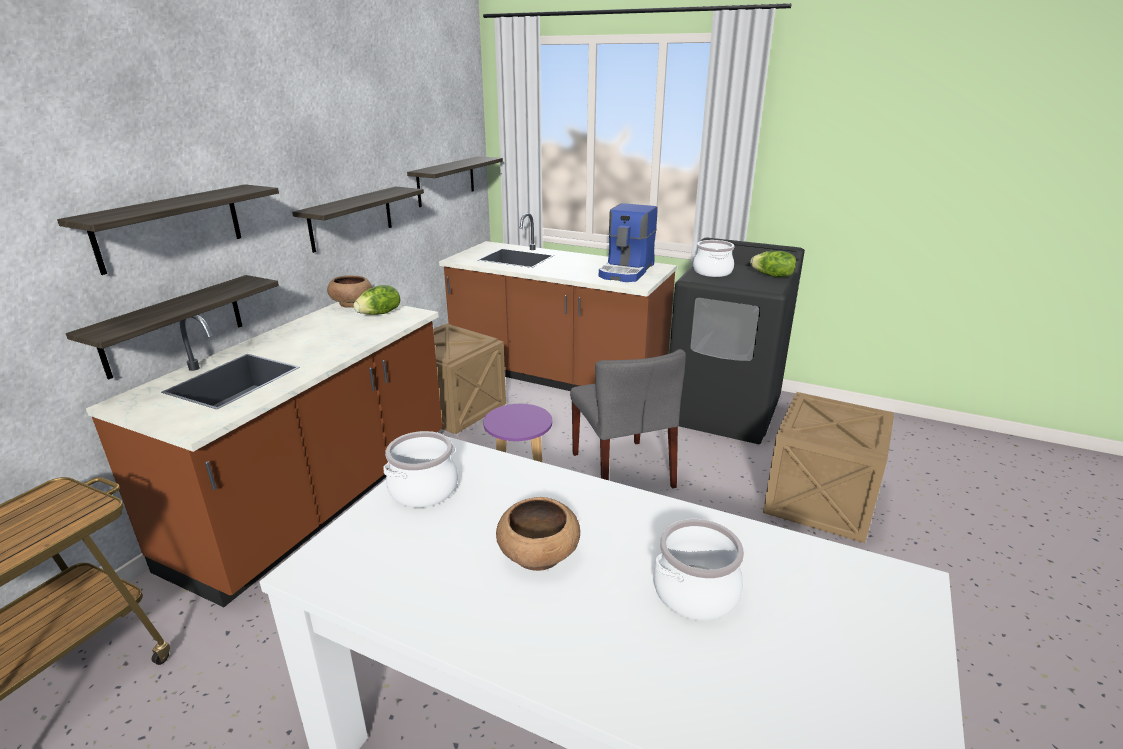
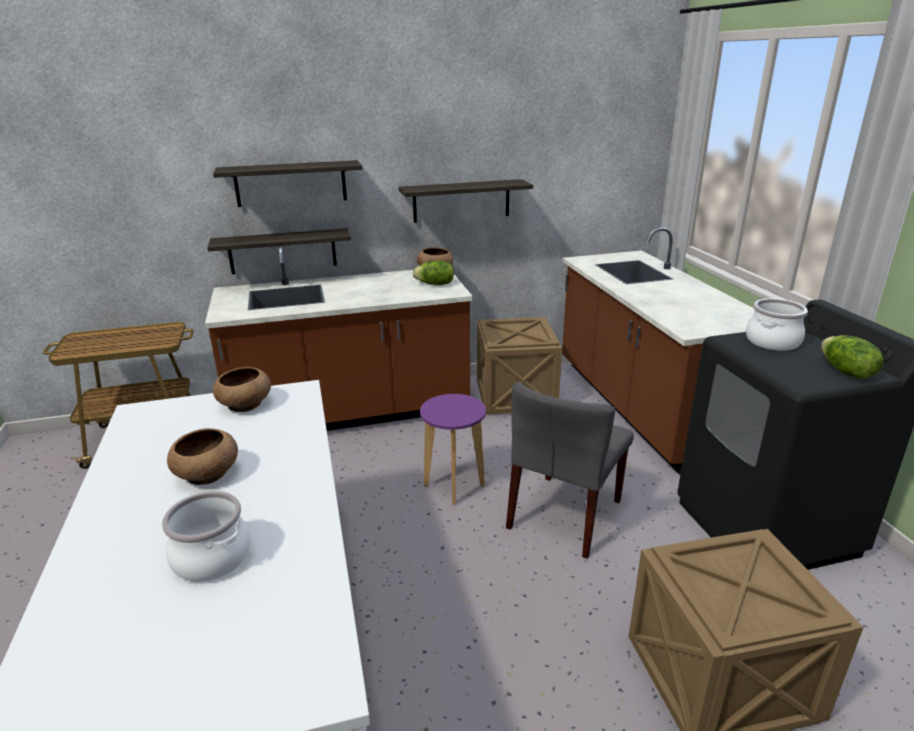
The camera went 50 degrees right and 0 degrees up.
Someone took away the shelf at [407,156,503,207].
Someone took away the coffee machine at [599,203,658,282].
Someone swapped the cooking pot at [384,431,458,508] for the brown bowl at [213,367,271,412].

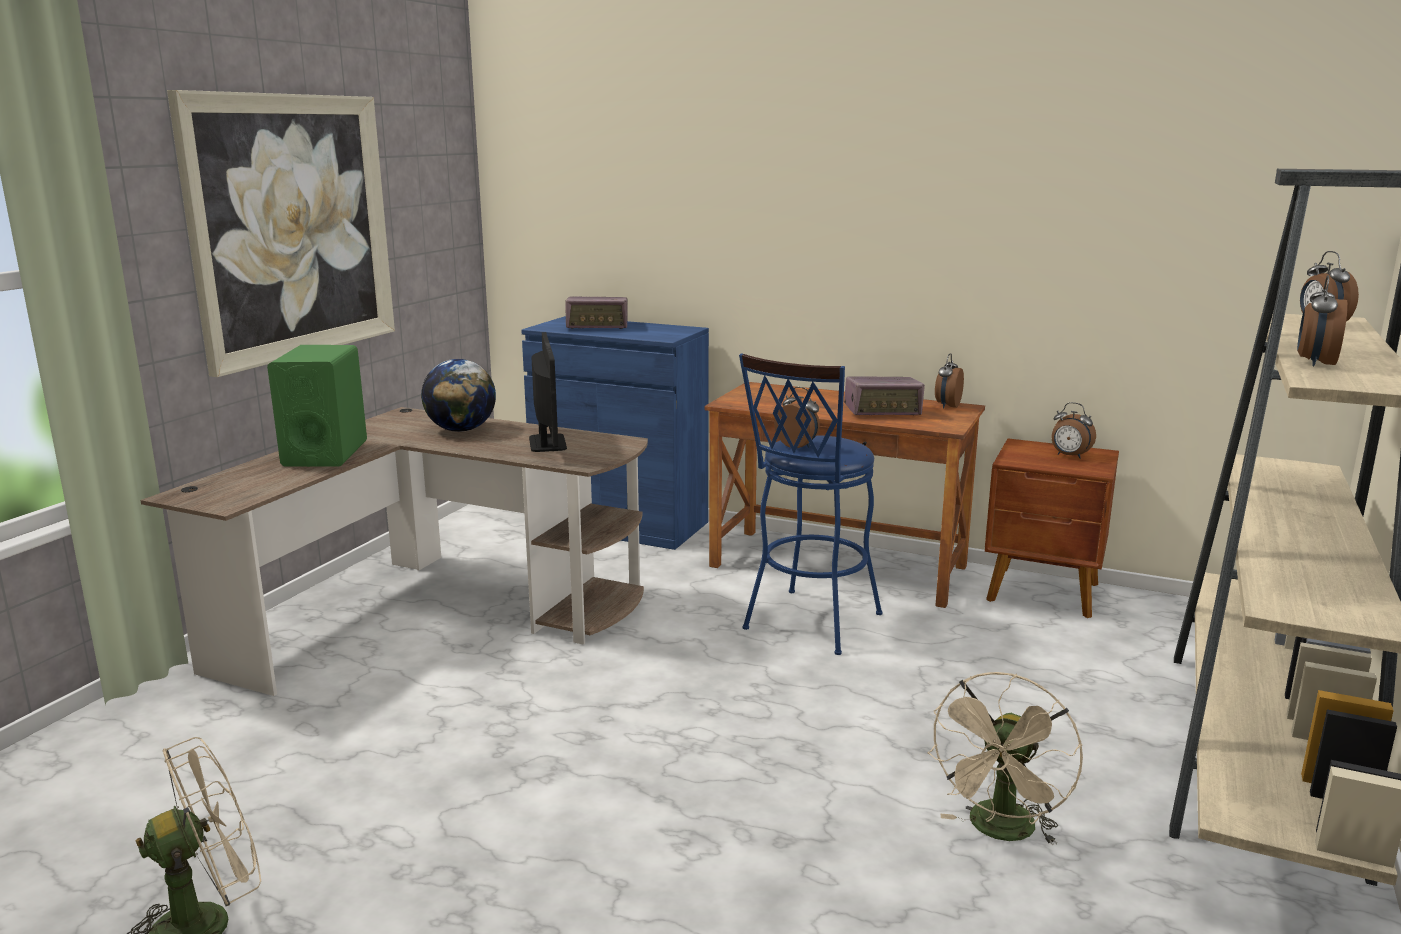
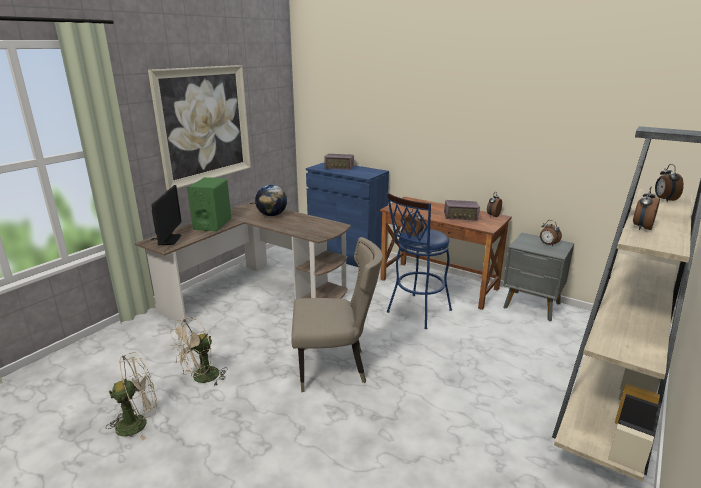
The camera went 10 degrees right and 5 degrees up.
Someone put down the beige chair at [291,237,383,392].
Someone carried the monitor from [529,332,567,452] to [151,185,182,245].
Someone carried the beige fan from [927,672,1083,845] to [170,317,228,386].
Someone repainted the brown nightstand at [985,439,1119,618], which became the grey nightstand at [503,233,574,321].

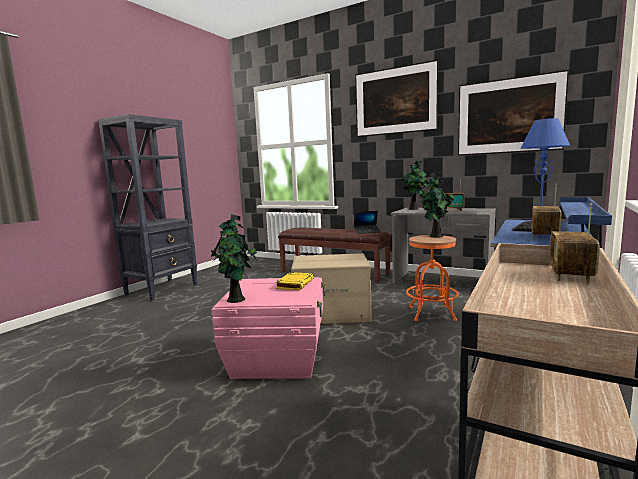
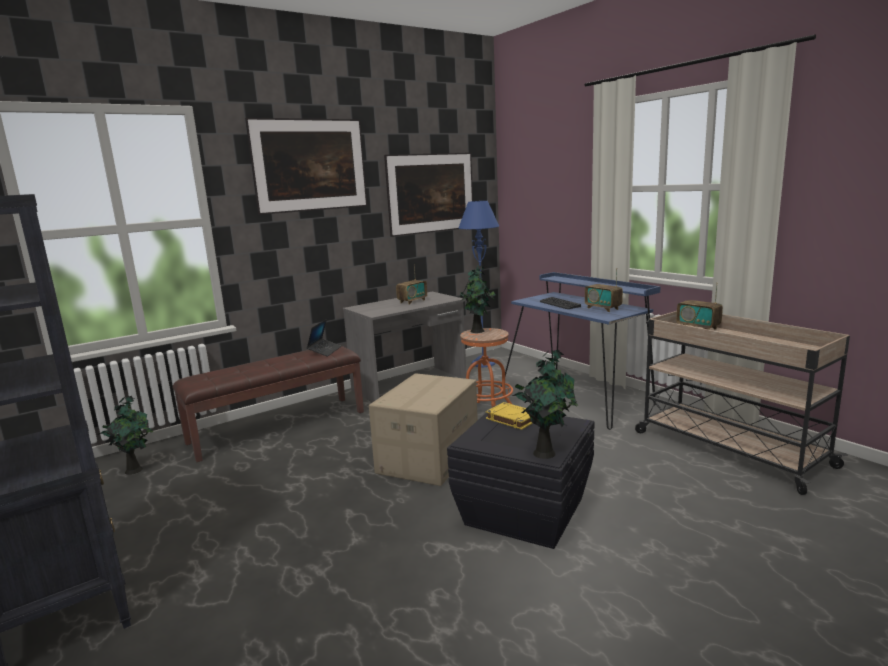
The camera went 65 degrees left and 5 degrees up.
Someone carried the potted plant from [400,160,429,210] to [99,396,153,475].
Someone repainted the pink storage box at [212,277,325,379], which became the black storage box at [447,406,594,549].

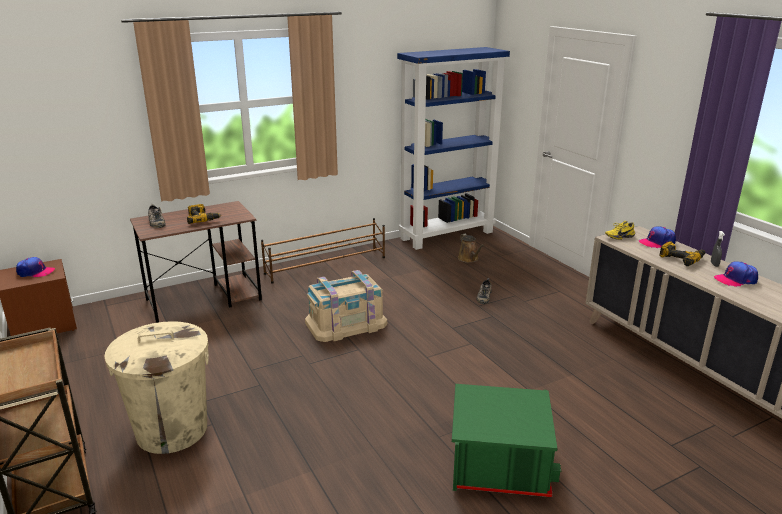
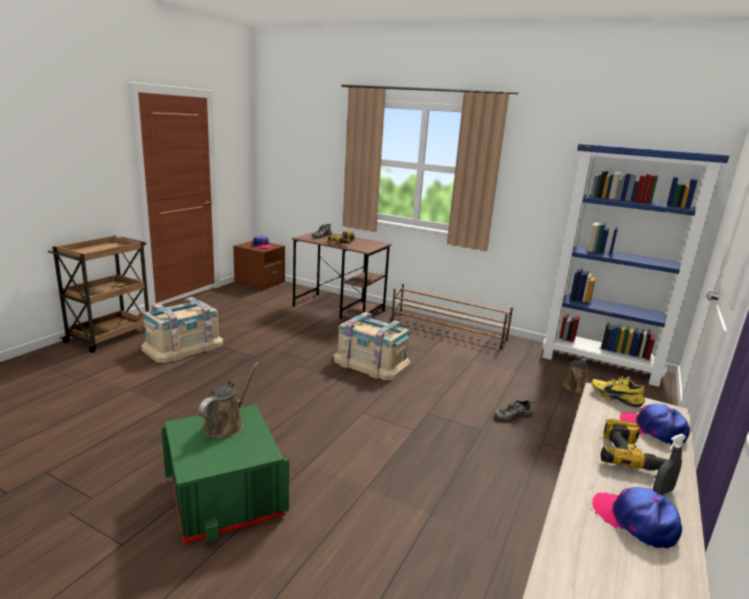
The camera went 55 degrees right and 5 degrees down.
Someone put down the brown watering can at [199,362,259,438].
Someone swapped the beige trash can at [105,321,209,454] for the beige storage box at [141,297,223,363].

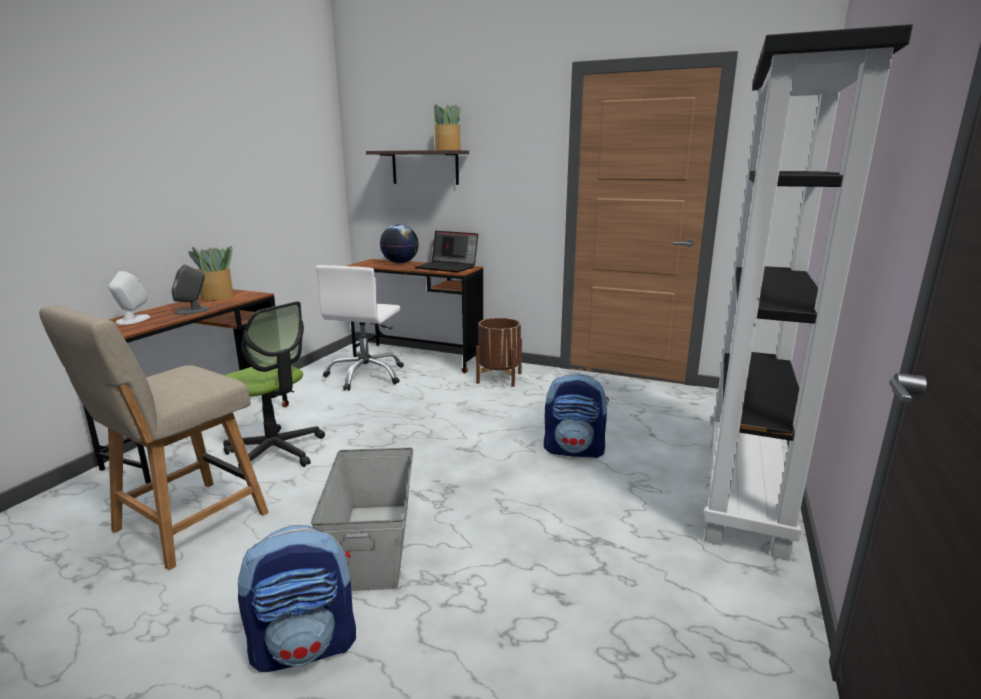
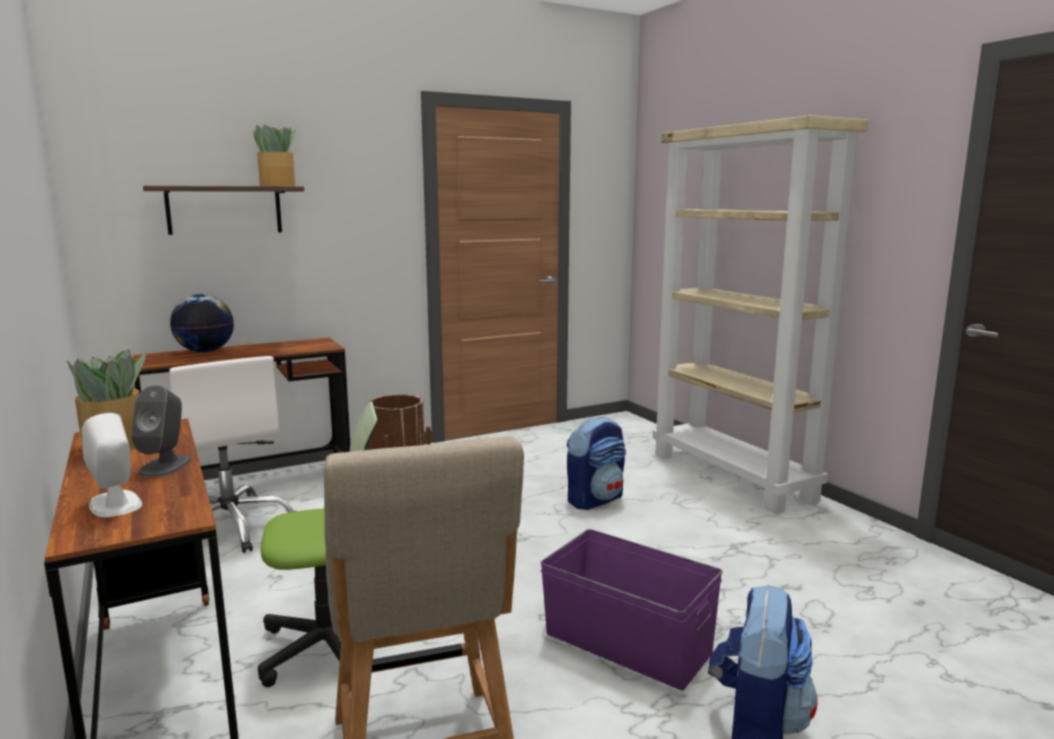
The camera went 50 degrees left and 5 degrees down.
Someone took away the laptop at [415,231,478,272].
Someone repainted the grey storage box at [311,448,413,591], which became the purple storage box at [540,529,723,690].
Someone repainted the black bookcase at [704,24,913,561], which became the beige bookcase at [652,115,869,514].

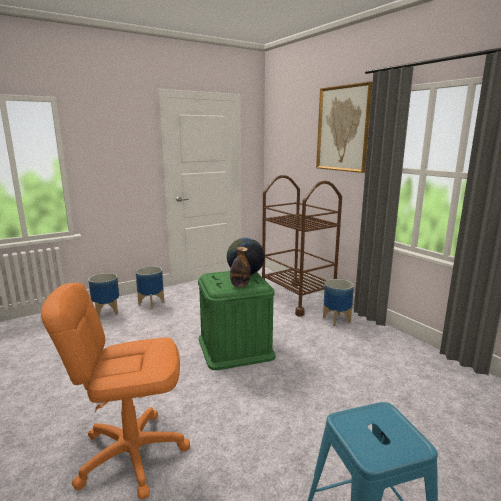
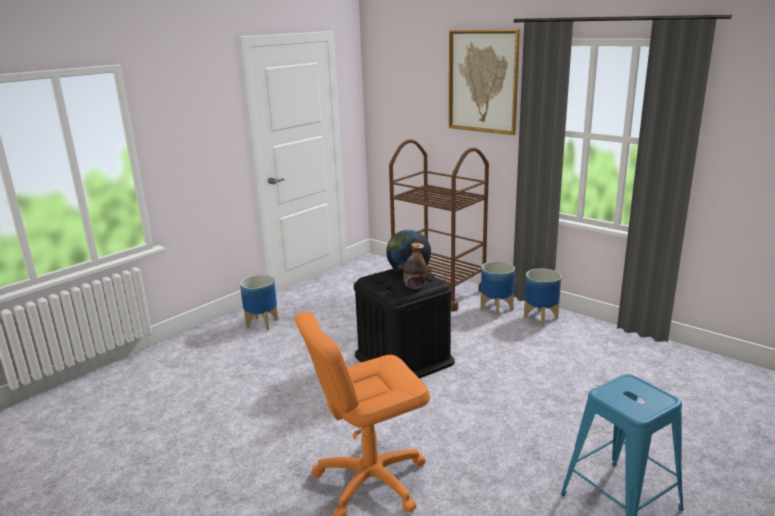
The camera went 15 degrees left and 5 degrees up.
Someone carried the planter from [88,273,119,317] to [524,269,561,326].
Someone repainted the green storage box at [198,271,276,370], which became the black storage box at [354,269,454,379].

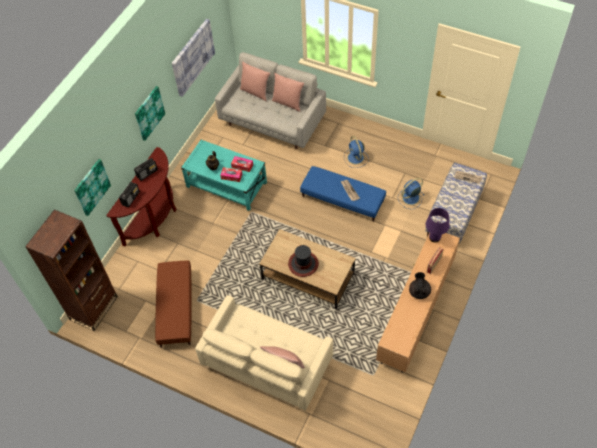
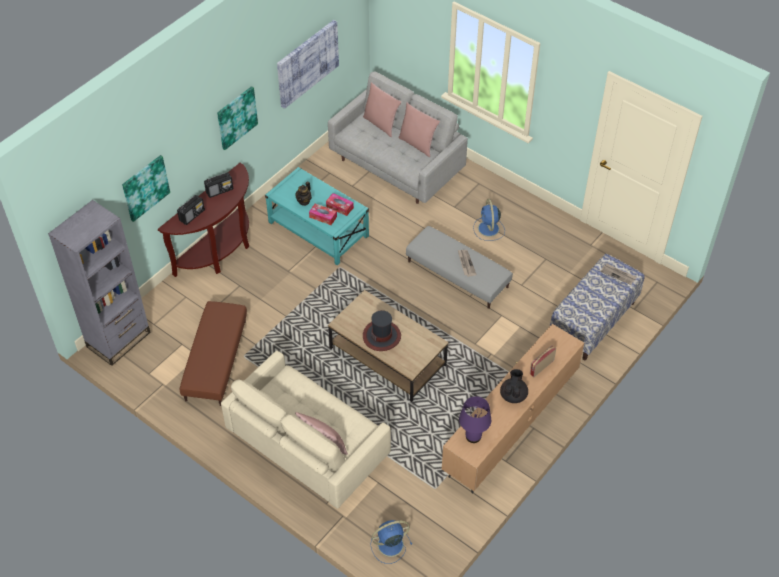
The camera went 10 degrees right and 5 degrees down.
Someone carried the blue fan from [398,178,424,209] to [370,520,412,564].
Someone carried the purple table lamp from [426,208,449,242] to [459,396,491,443].
Someone repainted the brown bookcase at [25,209,118,331], which became the grey bookcase at [48,200,151,366].
Someone repainted the blue ottoman at [300,166,386,222], which became the grey ottoman at [406,226,513,309].

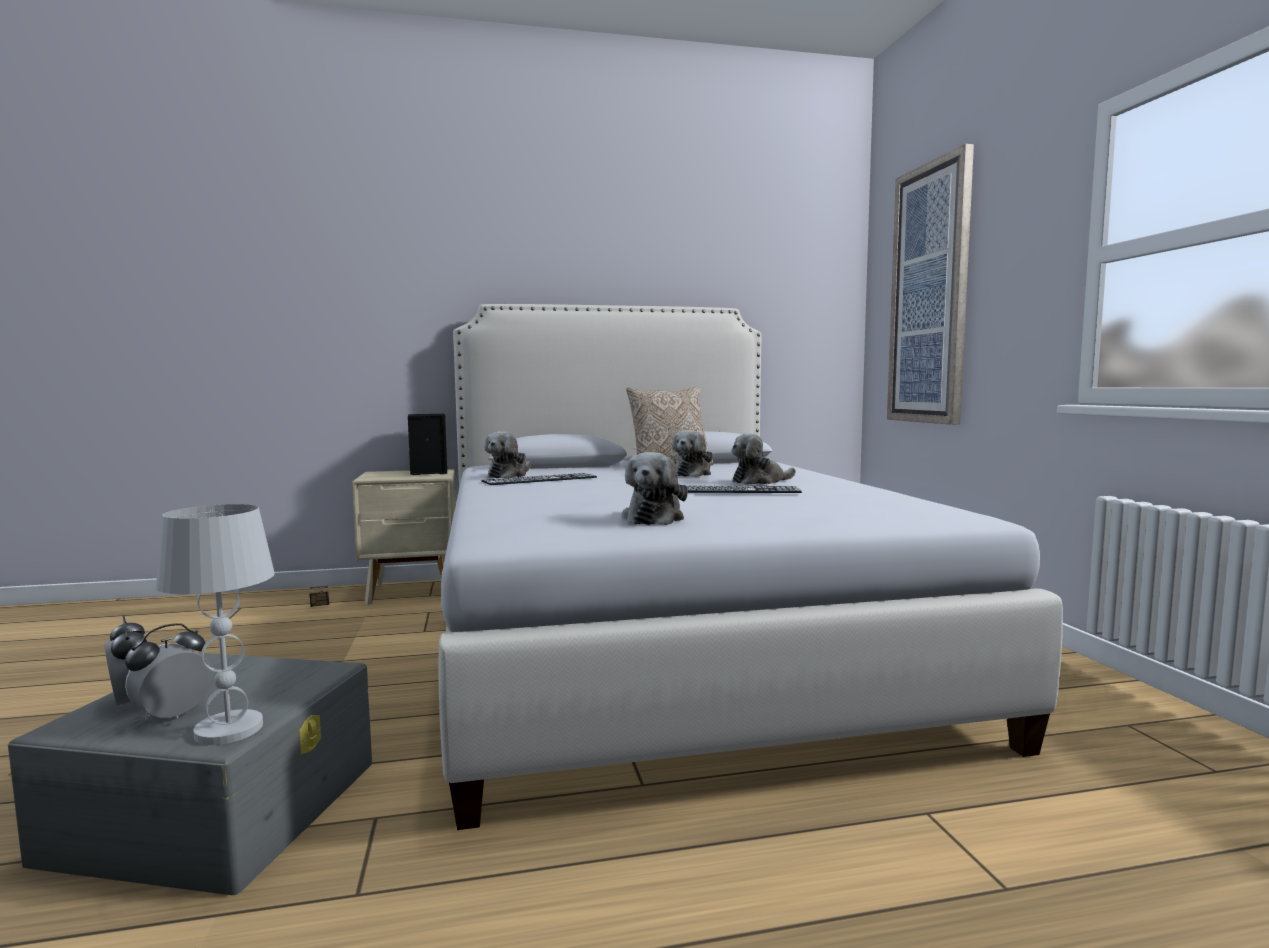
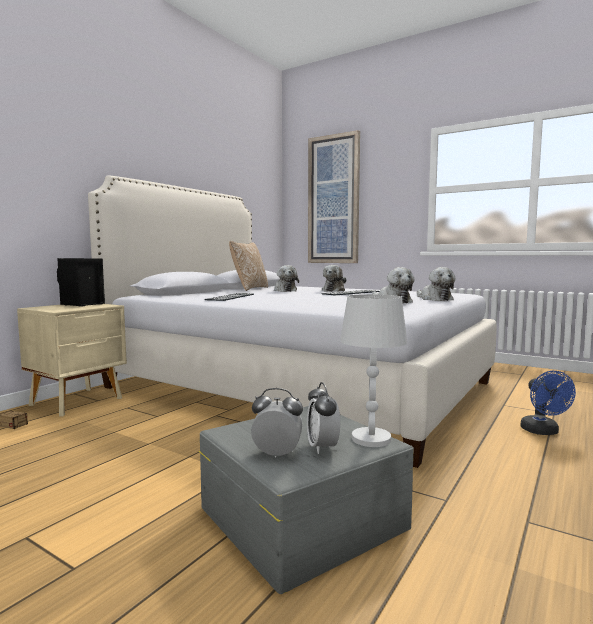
The camera went 45 degrees left and 0 degrees up.
Someone put down the blue fan at [520,371,576,435].
Someone carried the plush toy from [484,431,530,478] to [417,267,455,301].

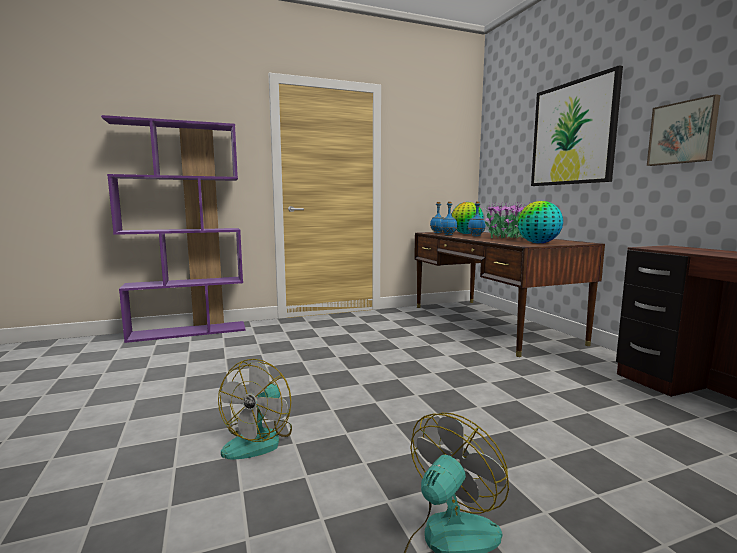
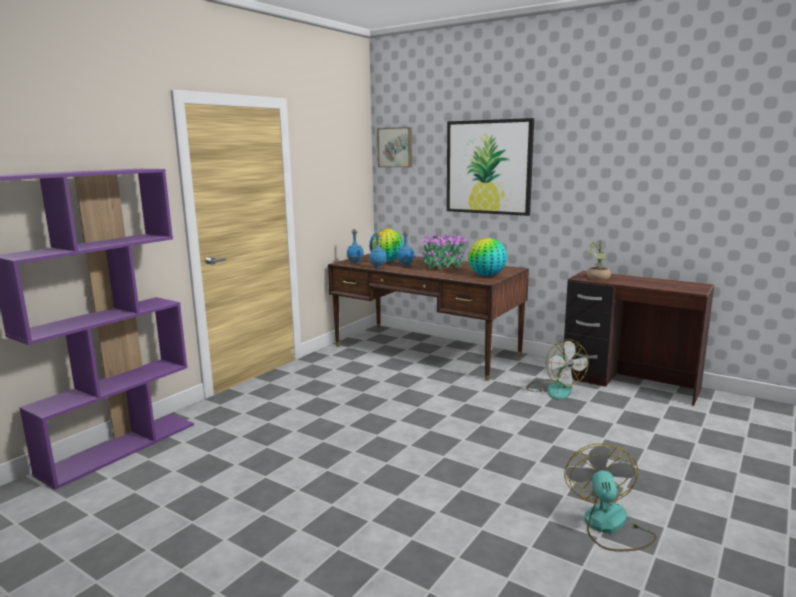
The camera went 35 degrees left and 5 degrees up.
Someone put down the potted plant at [587,239,611,280].
Someone carried the fan from [218,359,292,459] to [527,339,589,399].
Someone carried the picture from [647,94,721,166] to [377,127,412,167].

